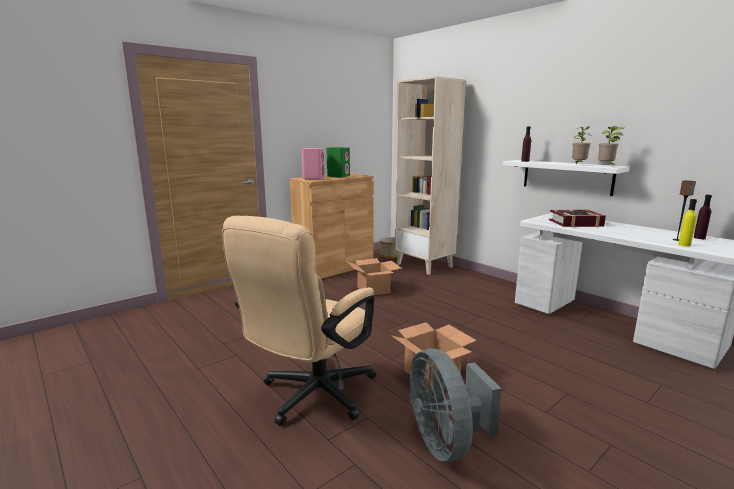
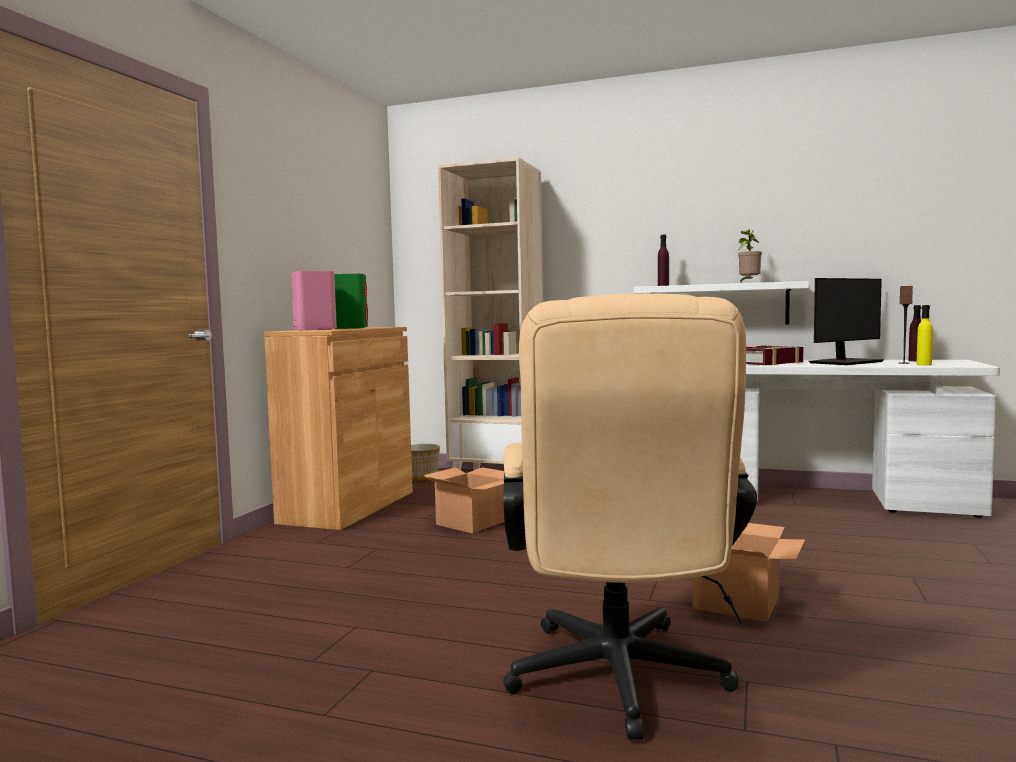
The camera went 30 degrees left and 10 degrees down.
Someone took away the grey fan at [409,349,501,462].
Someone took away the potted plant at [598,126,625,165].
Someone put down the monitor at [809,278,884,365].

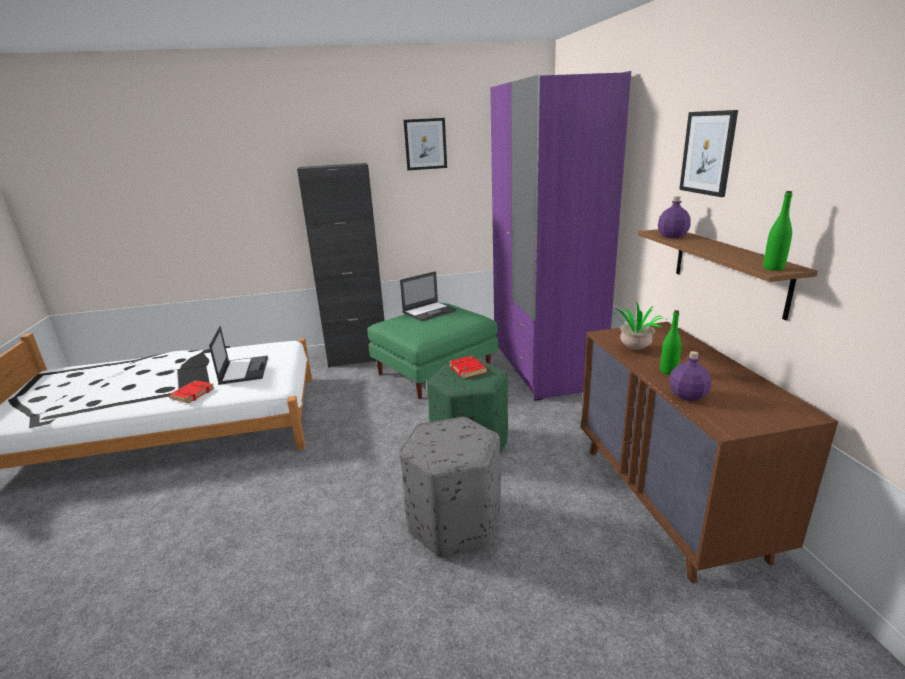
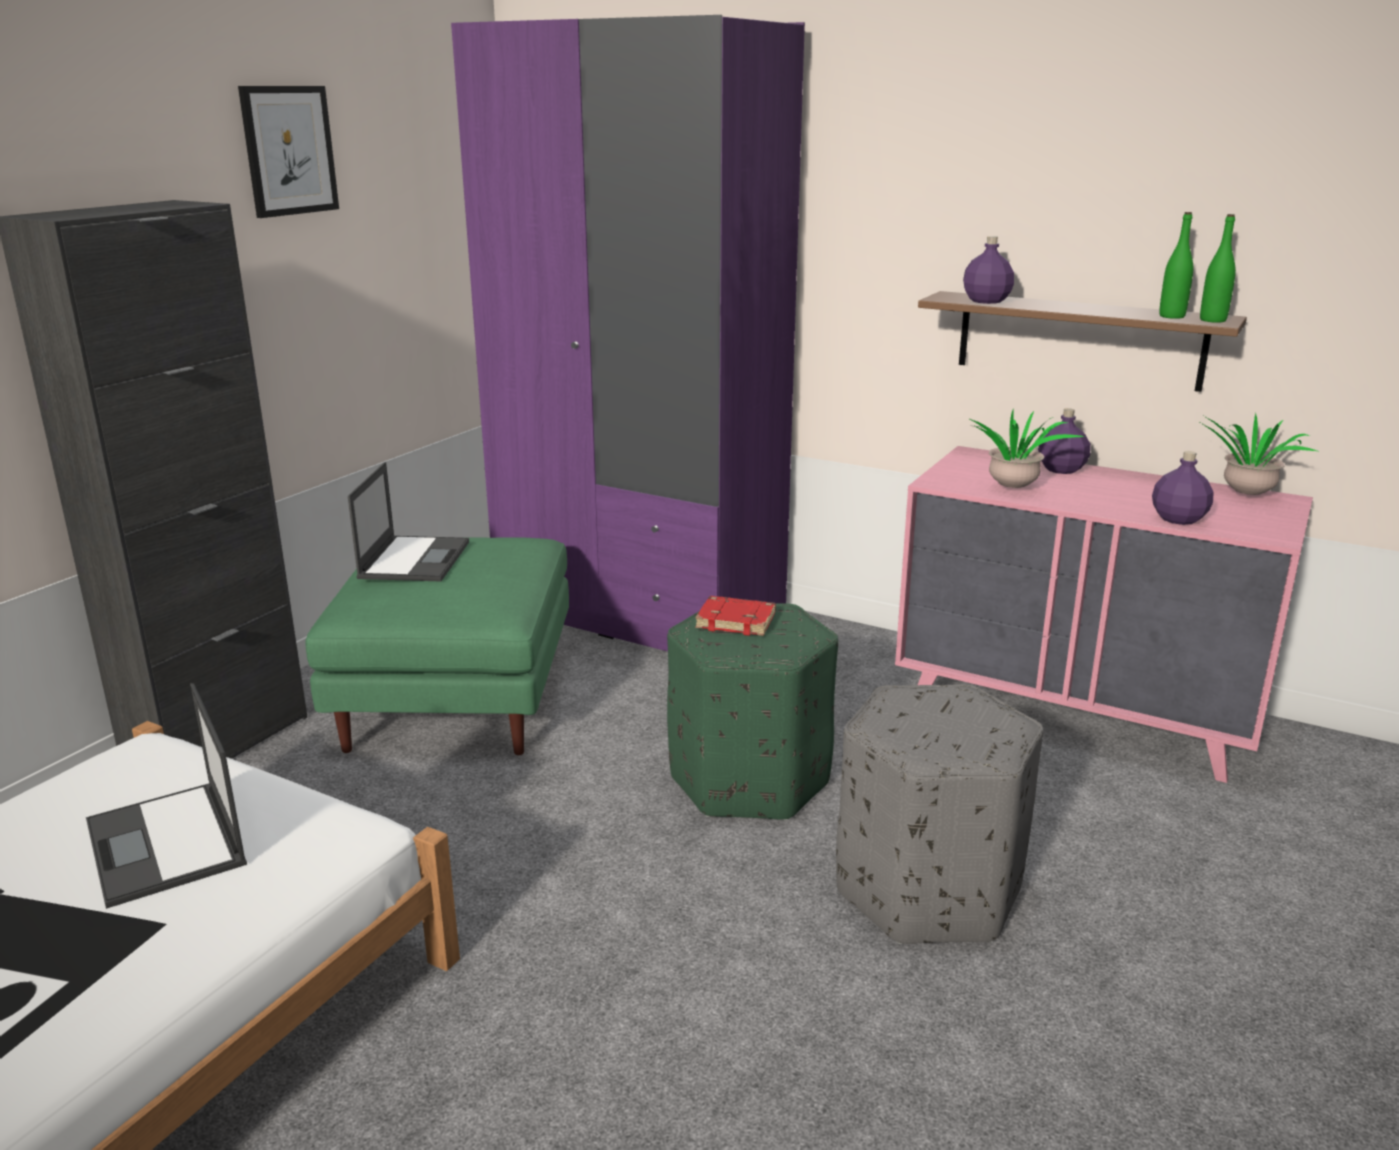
The camera went 50 degrees left and 0 degrees up.
Someone took away the red book at [169,380,214,403].
Someone took away the picture at [679,110,738,197].
Someone put down the purple bottle at [1038,408,1090,474].
Someone put down the potted plant at [1201,413,1317,495].
Someone carried the green bottle from [660,310,681,375] to [1159,212,1193,319].
Someone repainted the brown dresser at [581,322,838,583], which became the pink dresser at [895,446,1313,783].
Someone rotated the laptop at [209,326,268,385] by 150 degrees counterclockwise.

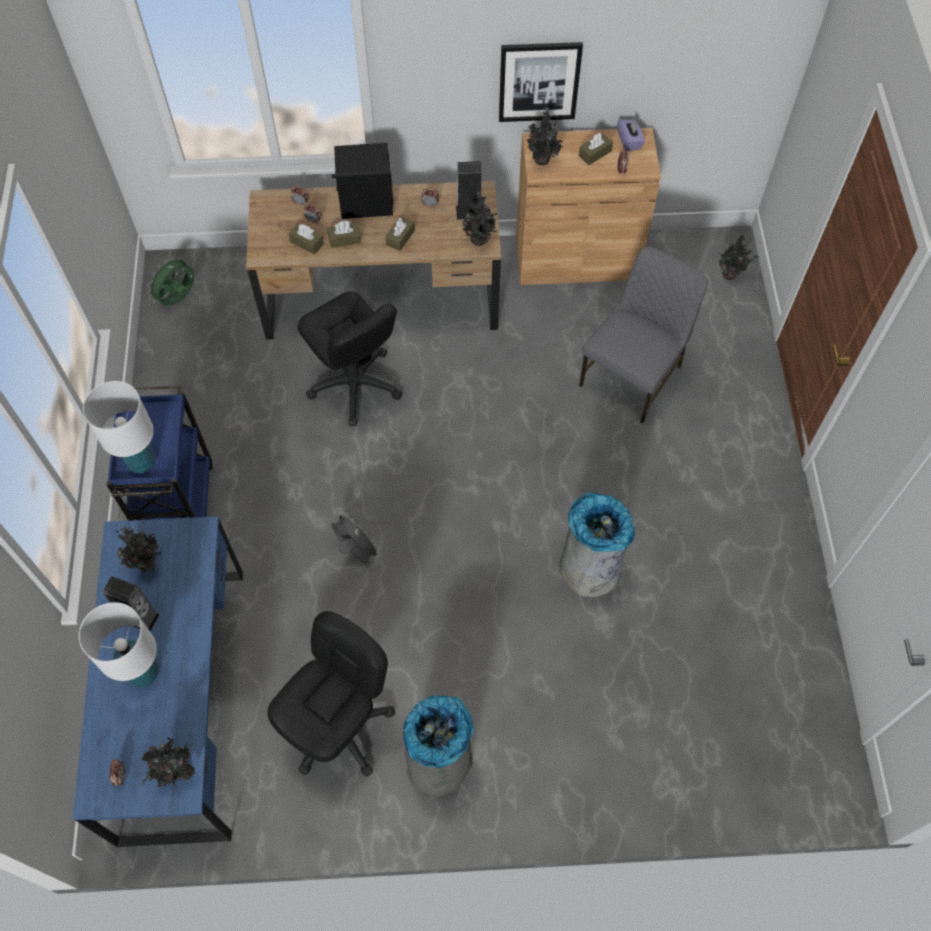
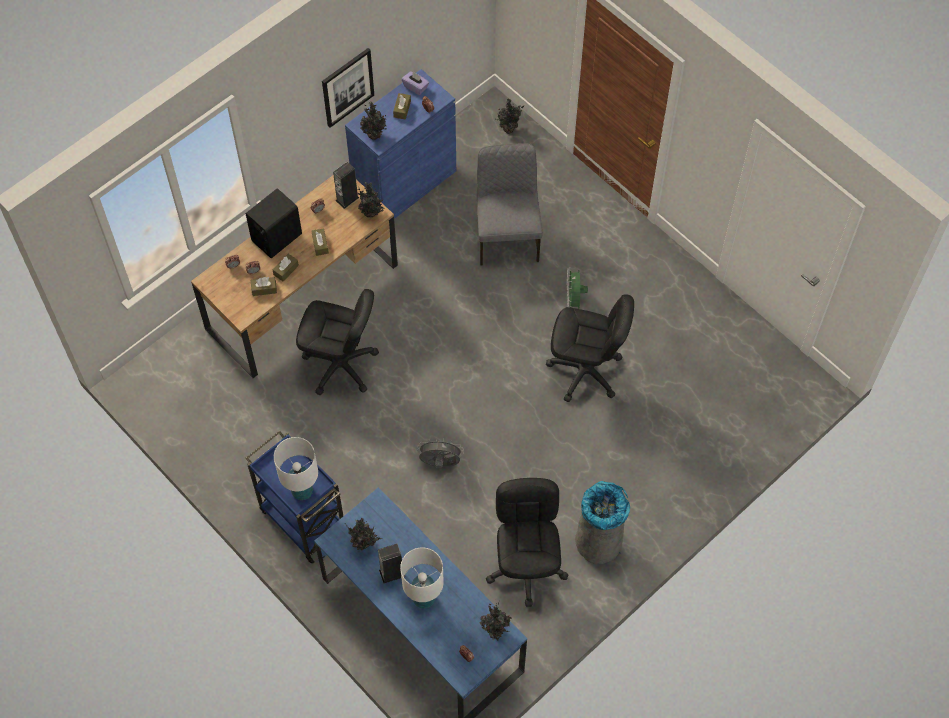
The camera went 40 degrees left and 0 degrees up.
Someone carried the green fan from [147,256,194,306] to [566,267,588,309].
Someone swapped the grey trash can at [557,493,635,597] for the black office chair at [546,294,634,402].
Someone repainted the brown cabinet at [516,128,661,285], which became the blue cabinet at [345,69,456,219].

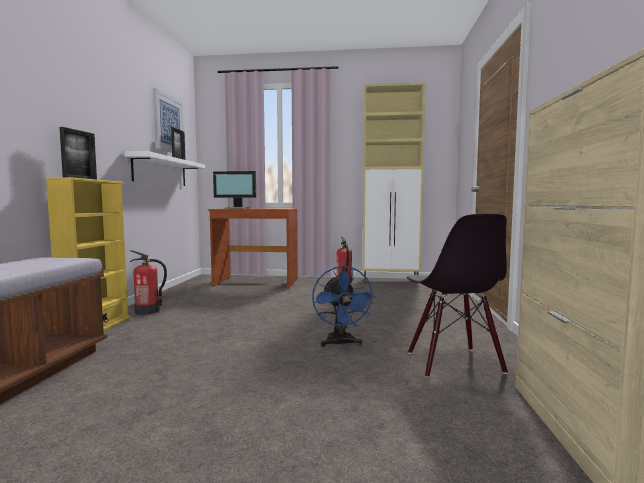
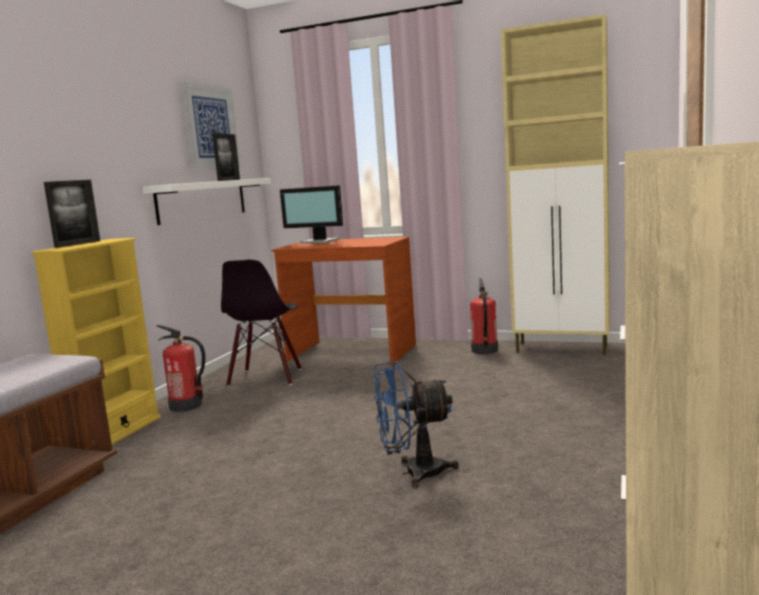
The camera went 15 degrees right and 5 degrees up.
Someone carried the black chair from [407,214,508,378] to [221,260,302,387].
Someone rotated the blue fan at [312,266,375,347] by 75 degrees clockwise.

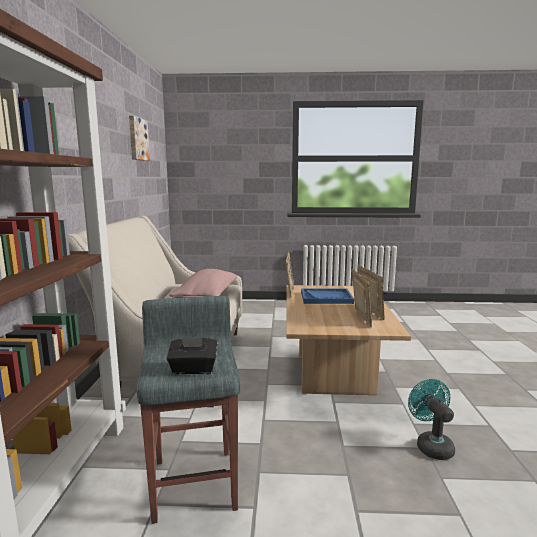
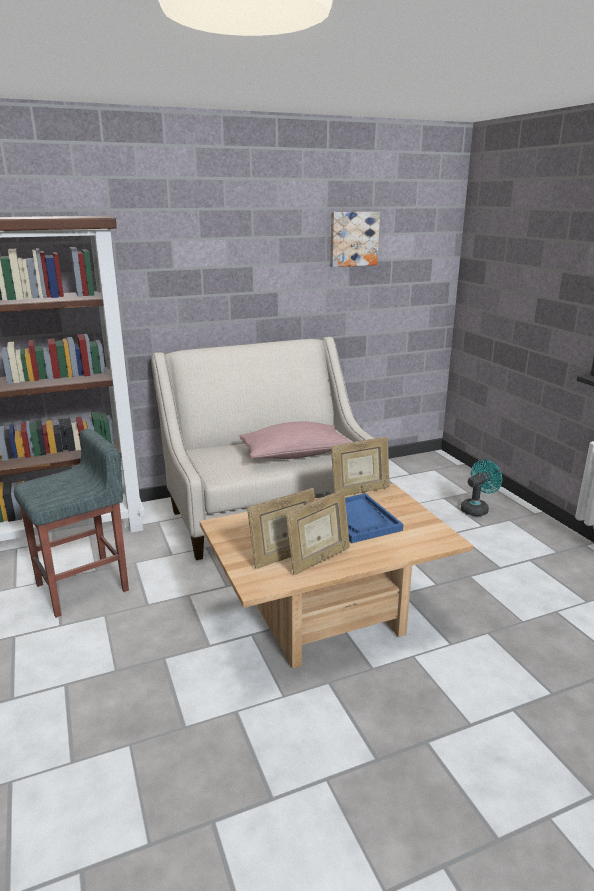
The camera went 65 degrees right and 10 degrees up.
Someone took away the black tissue box at [167,336,218,374].
Someone carried the turquoise fan from [408,379,455,460] to [461,459,502,516].

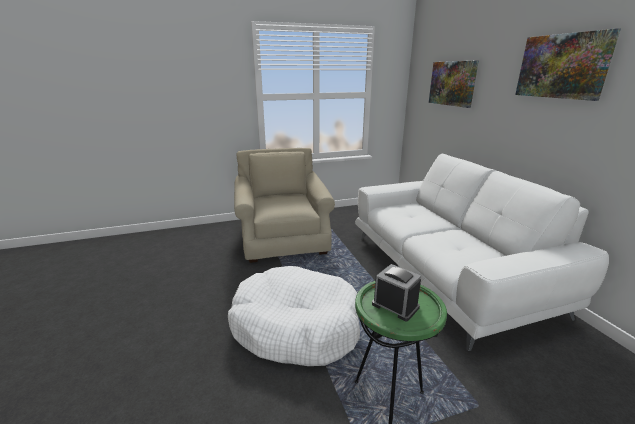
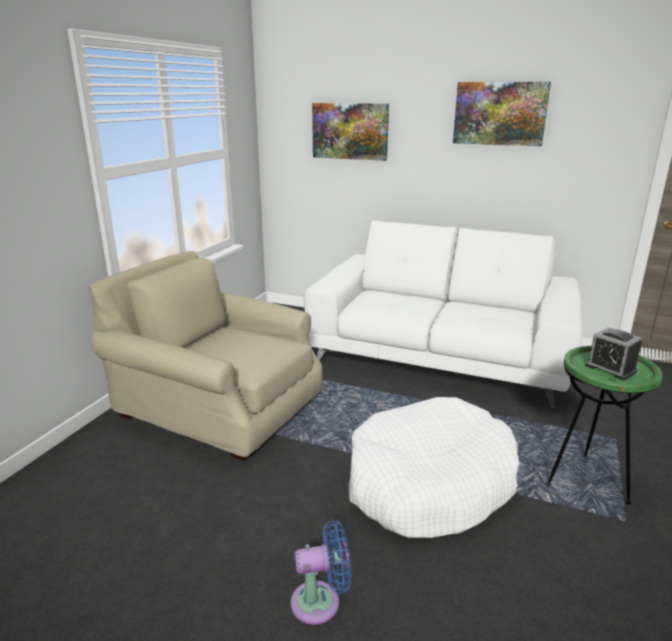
The camera went 50 degrees left and 0 degrees up.
Someone put down the blue fan at [290,520,352,625].
Someone rotated the alarm clock at [372,264,421,321] by 120 degrees counterclockwise.

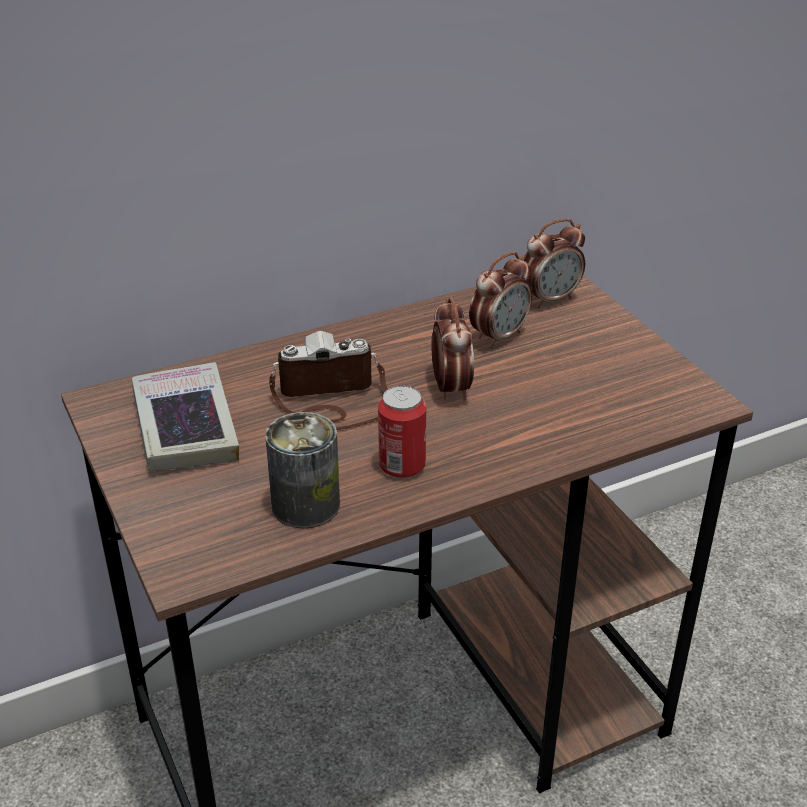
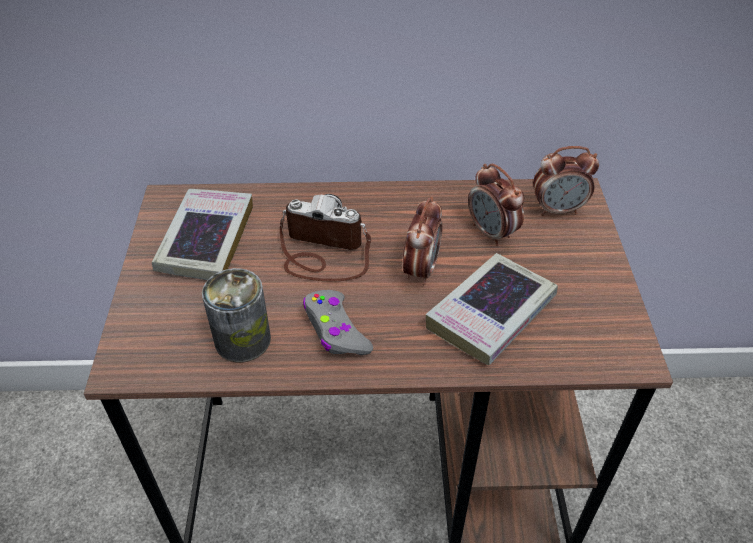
The camera went 25 degrees right and 10 degrees up.
Someone put down the book at [426,253,558,365].
Someone swapped the can at [378,385,426,478] for the grey game controller at [303,290,373,355].
Someone rotated the alarm clock at [469,252,532,348] by 75 degrees clockwise.

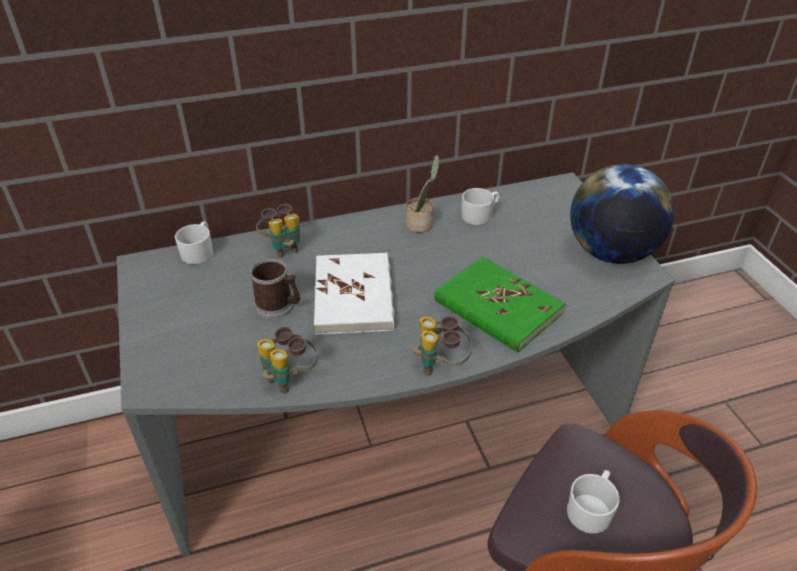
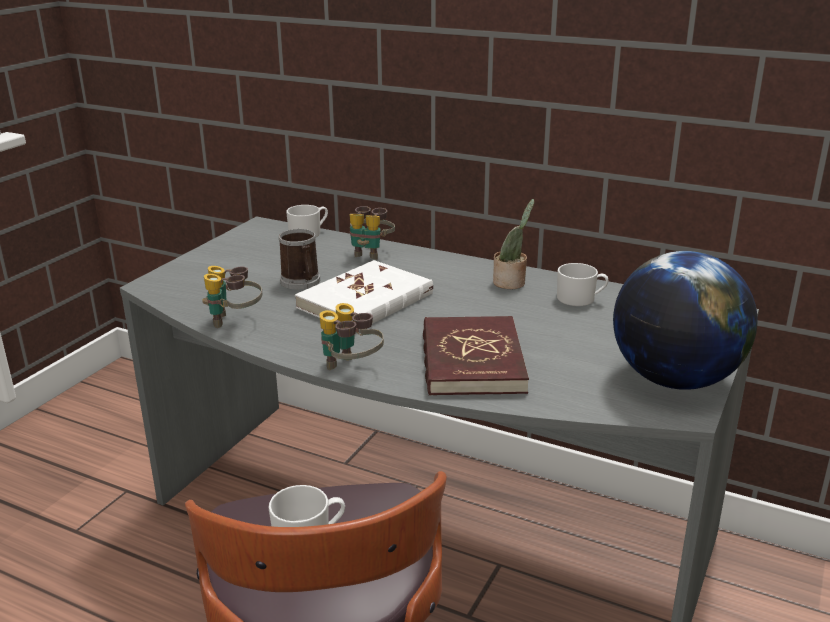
The camera went 45 degrees right and 15 degrees down.
Someone repainted the green book at [434,257,566,353], which became the red book at [423,316,529,396].

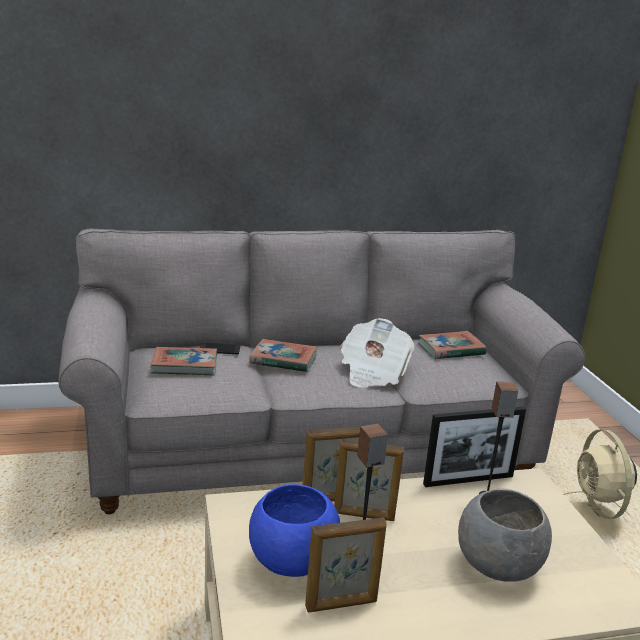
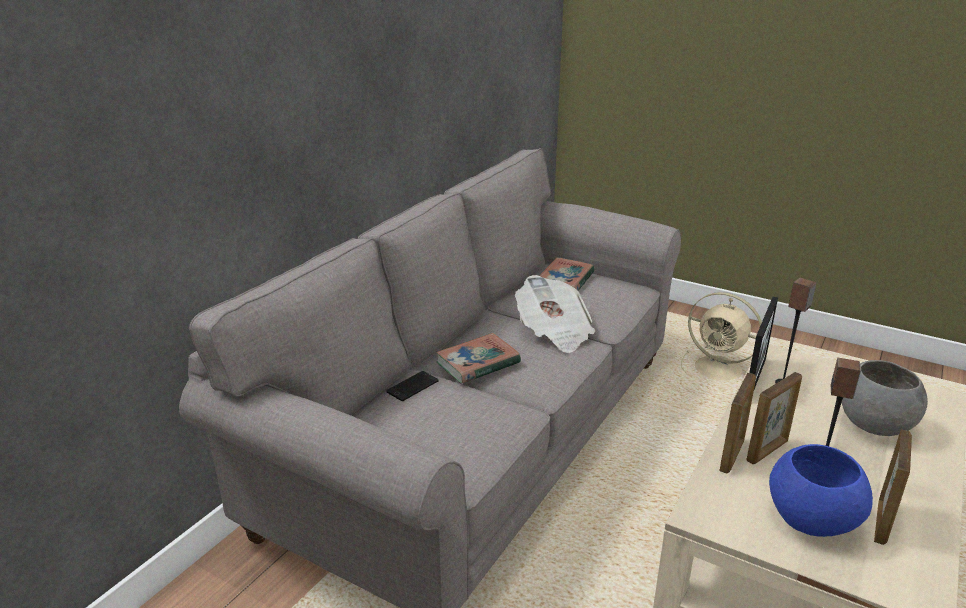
The camera went 45 degrees left and 5 degrees up.
Someone took away the book at [151,347,217,376].

